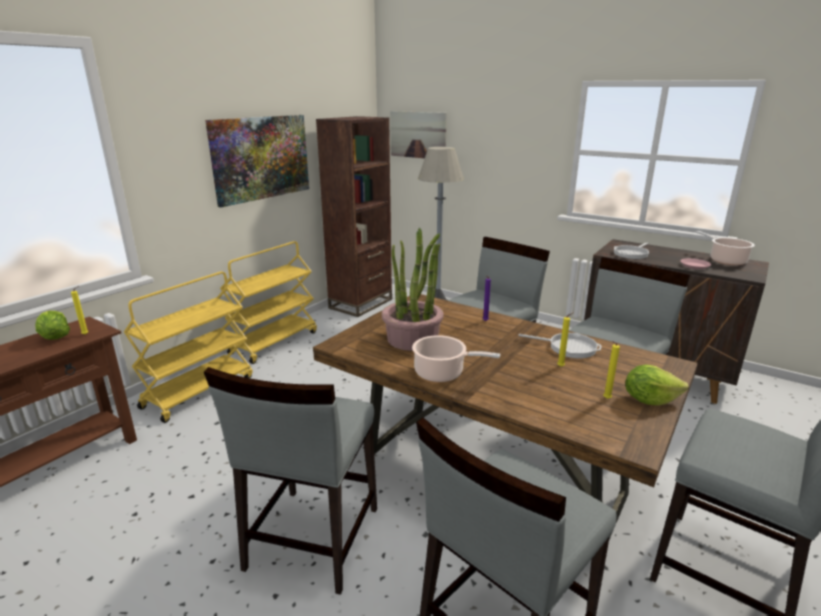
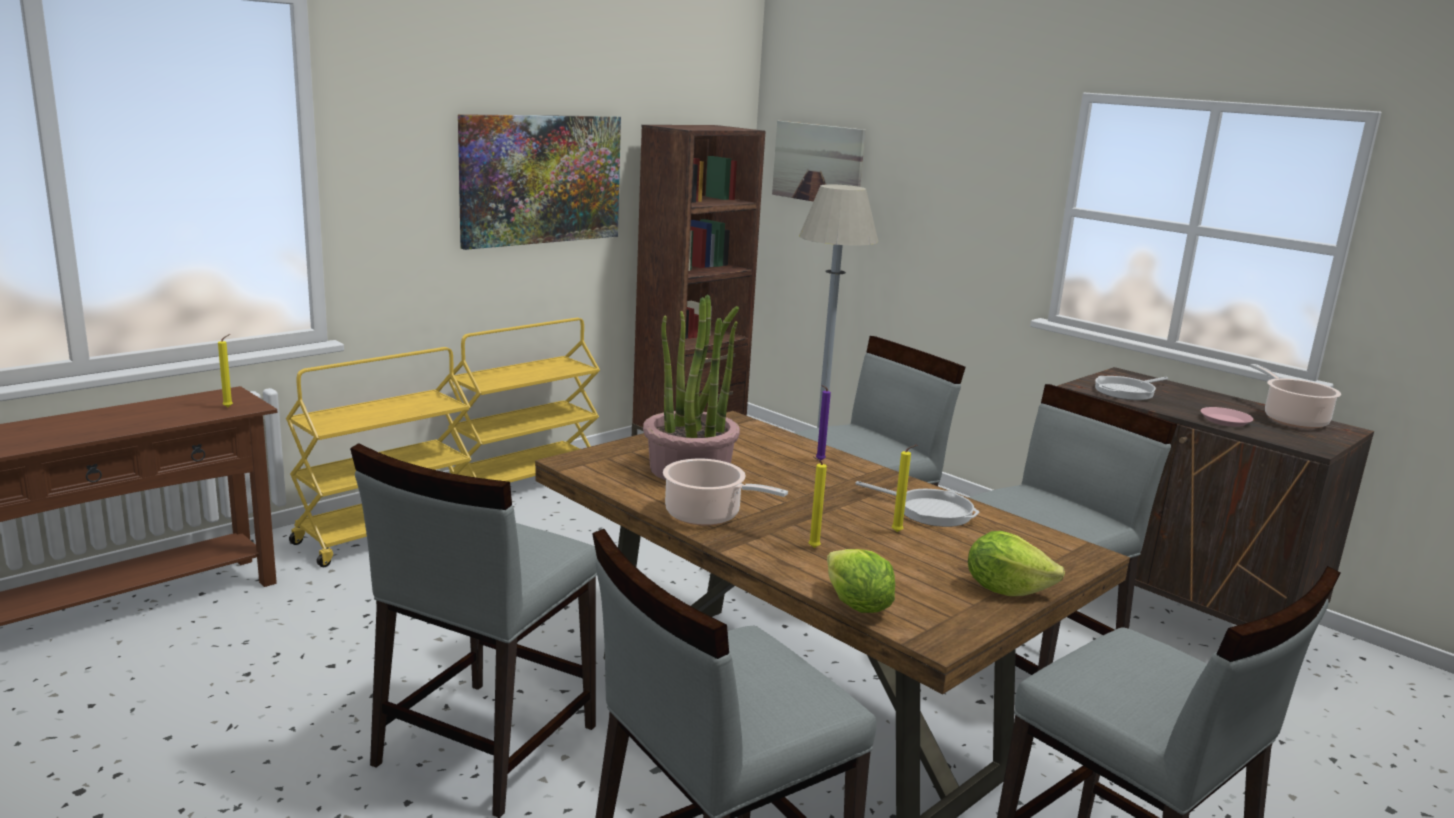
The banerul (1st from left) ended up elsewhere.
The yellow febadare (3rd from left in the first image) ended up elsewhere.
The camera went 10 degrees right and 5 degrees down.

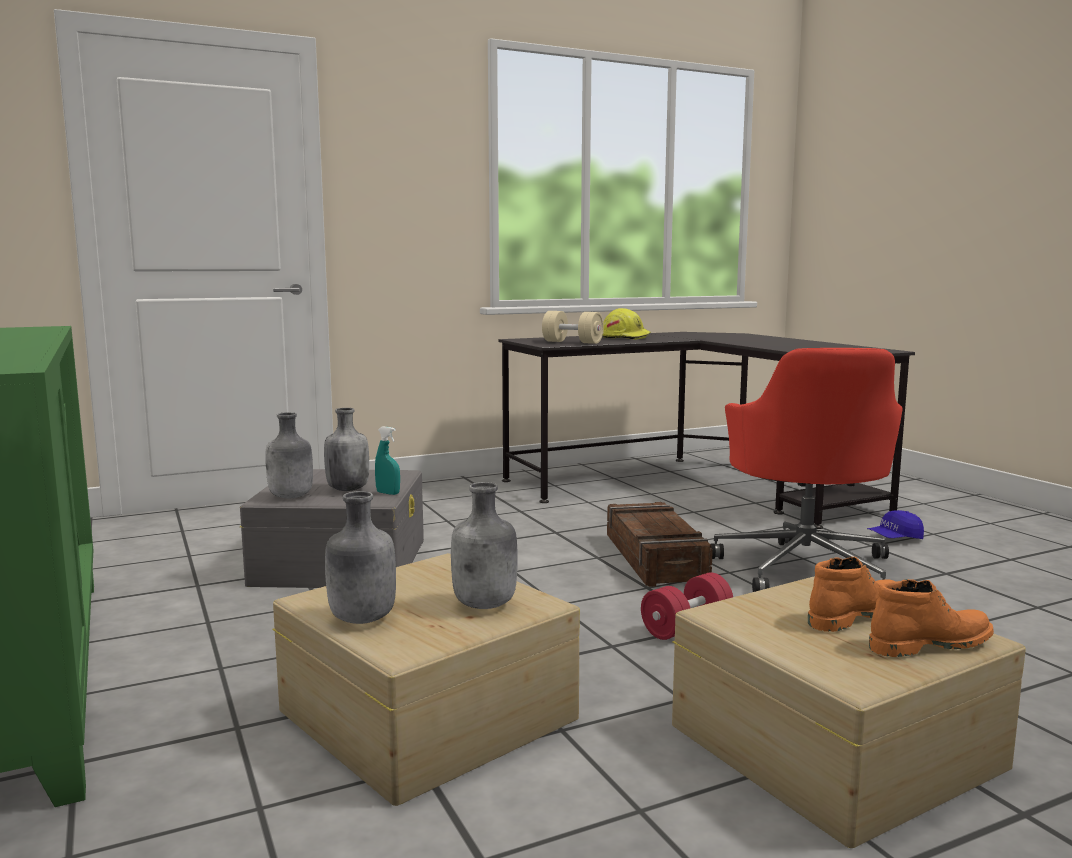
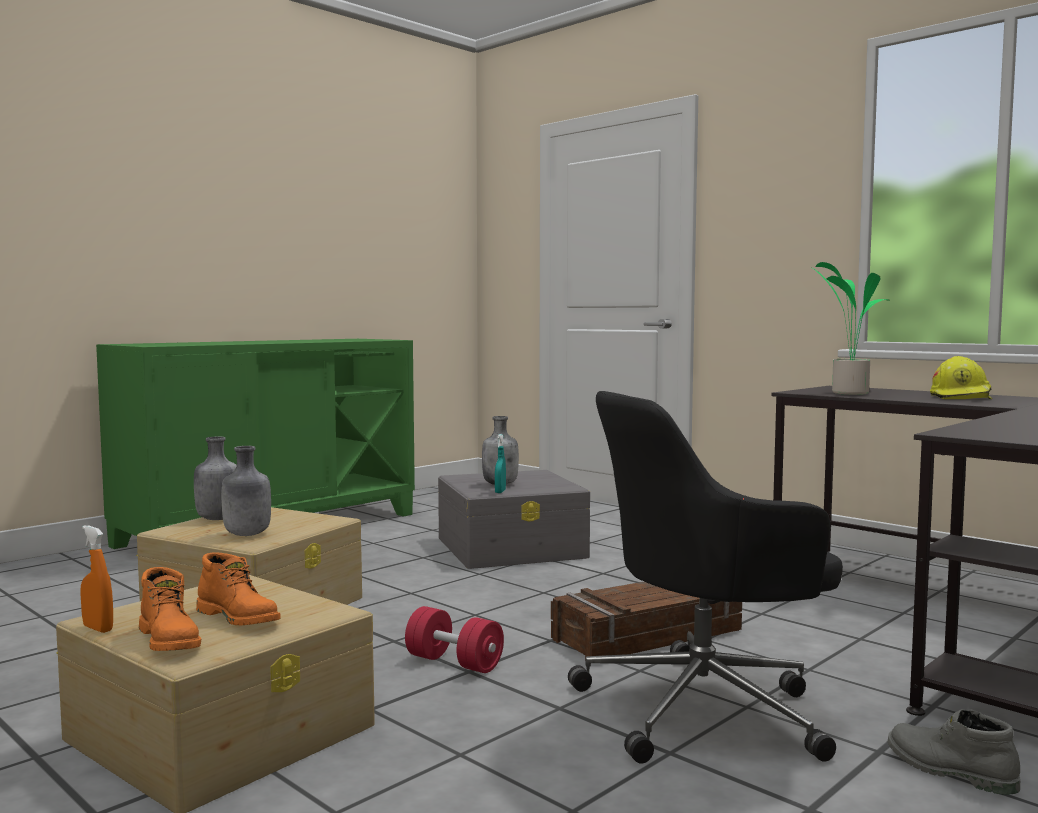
Where the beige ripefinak stood, the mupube came to stand.
What was the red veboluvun turned into the black veboluvun.
The second view lost the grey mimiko (1st from left).
Where the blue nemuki stood, the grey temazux came to stand.
The second view gained the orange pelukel.
The camera went 70 degrees right and 5 degrees down.

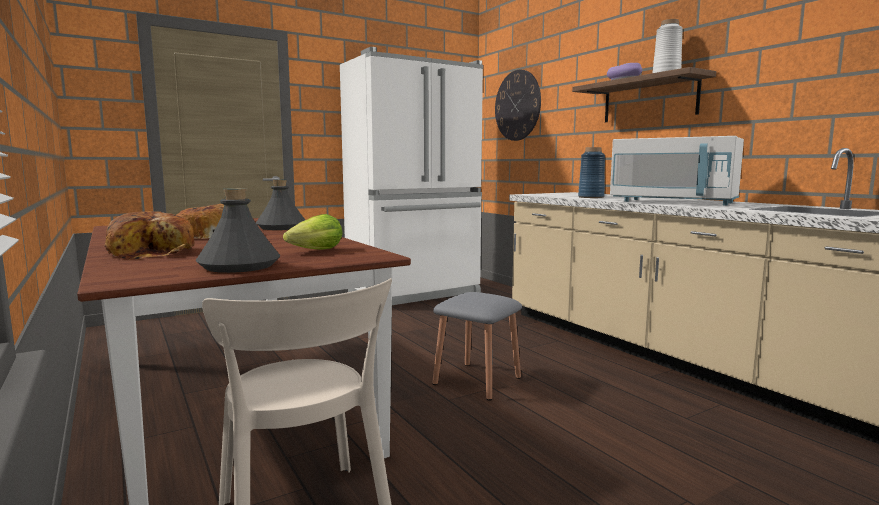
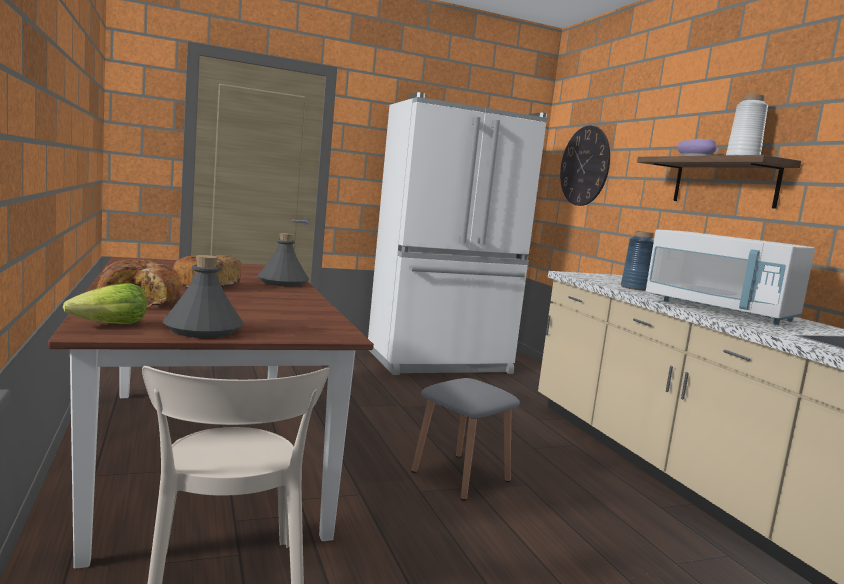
The banerul ended up elsewhere.
The camera went 10 degrees right and 0 degrees up.

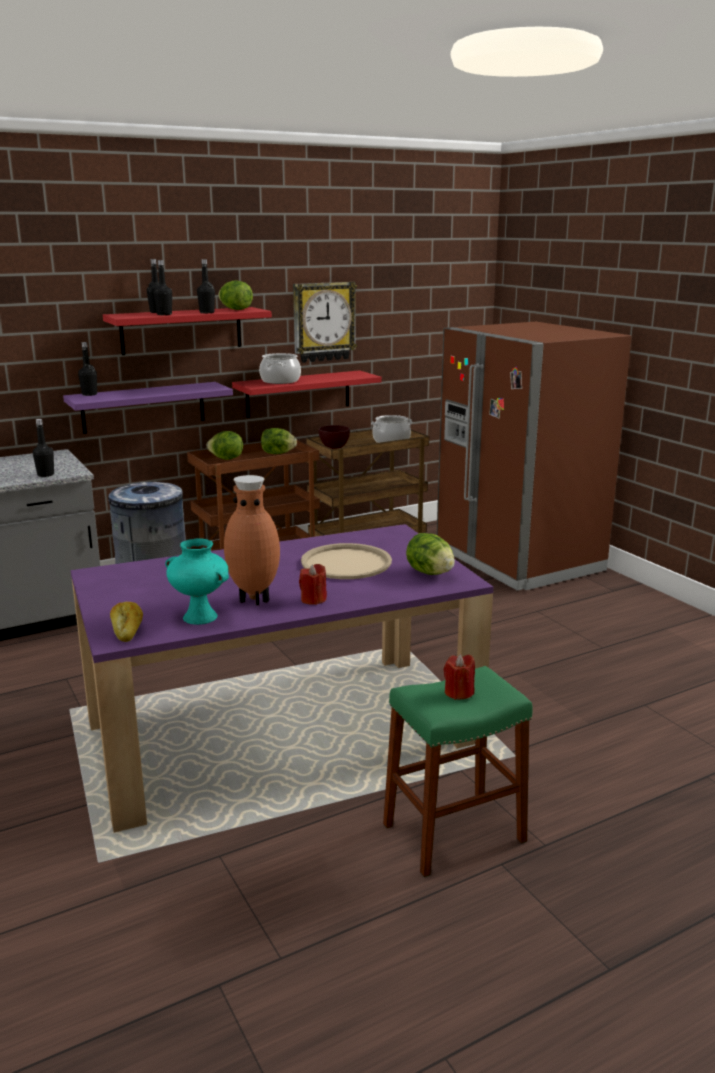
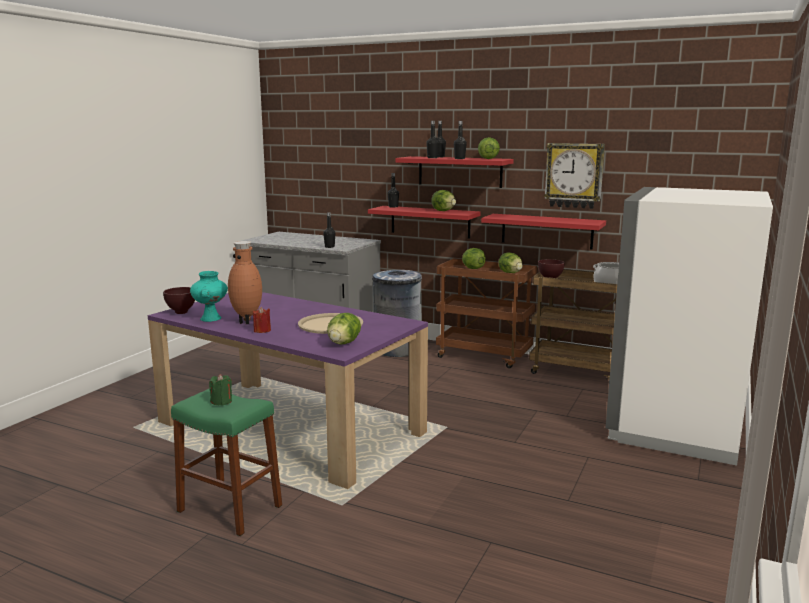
What was the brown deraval turned into the white deraval.
The second view lost the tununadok (1st from left).
What was the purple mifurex turned into the red mifurex (1st from left).
Where the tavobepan stood, the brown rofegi (1st from left) came to stand.
What was the red febadare (2nd from left) turned into the green febadare.
The second view gained the banerul (2nd from left).
The camera went 55 degrees right and 5 degrees down.

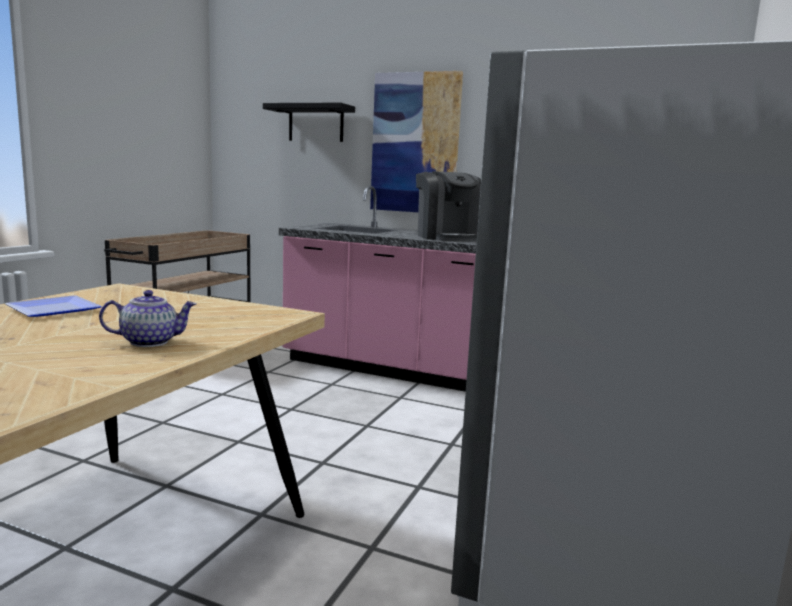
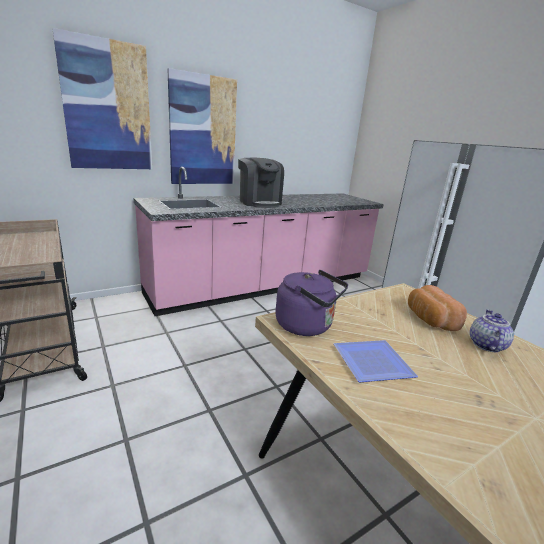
Where the black mifurex hung, the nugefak (1st from left) came to hang.
The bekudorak ended up facing another way, 45 degrees clockwise from before.
The second view gained the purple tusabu.
The second view gained the tavobepan.
The camera went 55 degrees left and 10 degrees up.

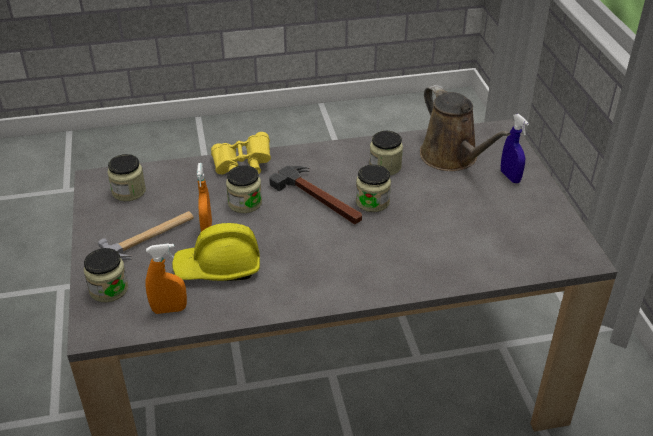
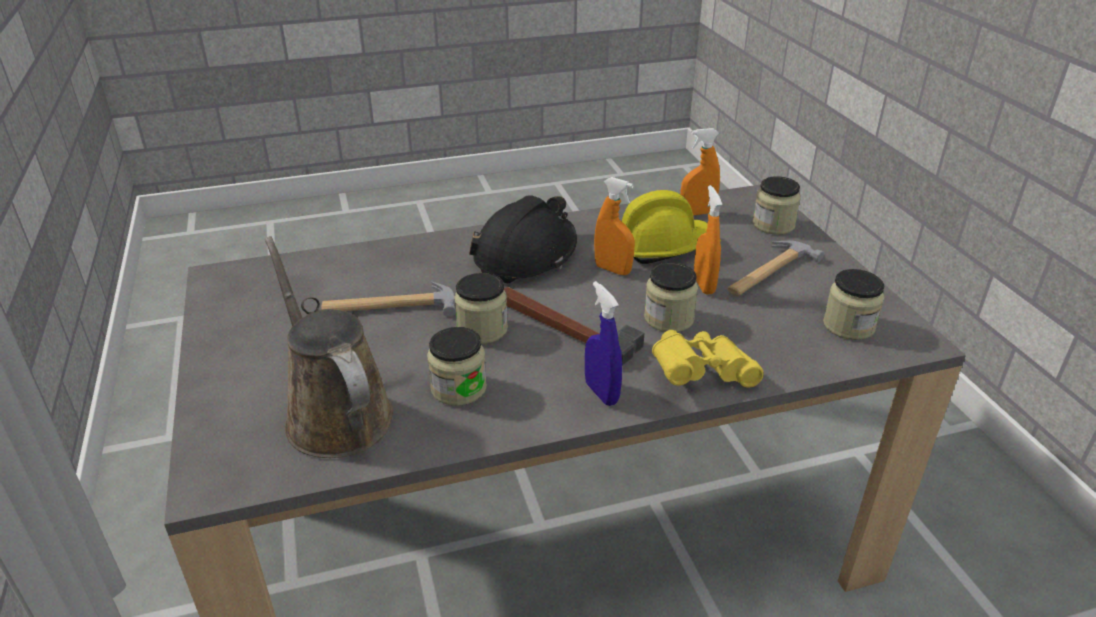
The blue pelukel ended up elsewhere.
The second view gained the orange pelukel (1st from left).
The second view gained the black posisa.
The second view gained the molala (1st from left).
The camera went 175 degrees right and 5 degrees down.

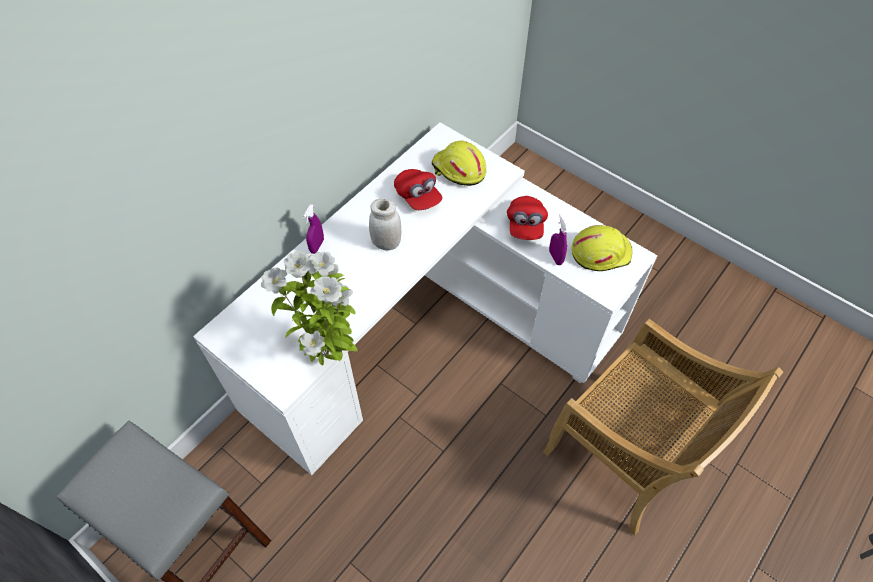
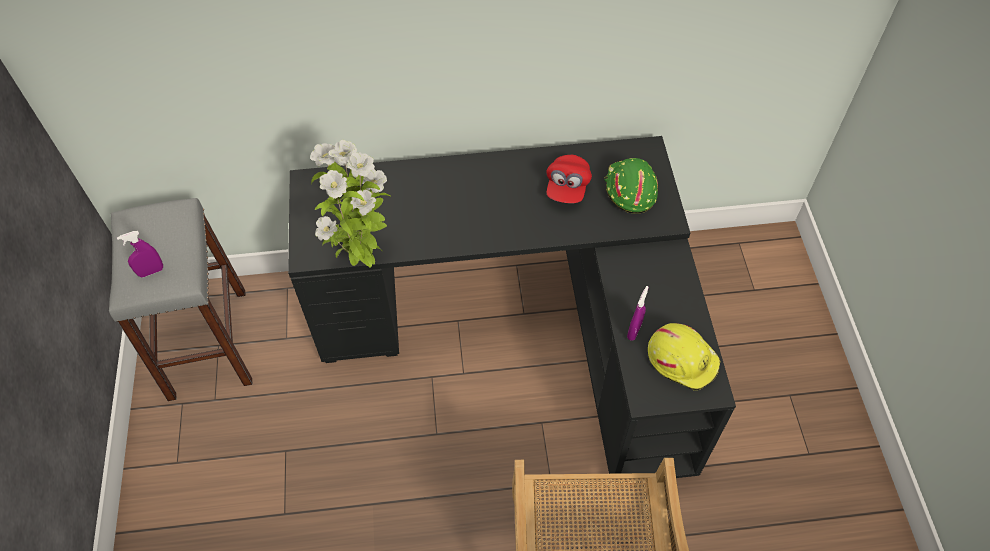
What was the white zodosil turned into the black zodosil.
What was the yellow posisa (1st from left) turned into the green posisa.
The second view lost the red nemuki (2nd from left).
The second view lost the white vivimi.
The purple pelukel (1st from left) ended up elsewhere.
The camera went 45 degrees right and 0 degrees up.

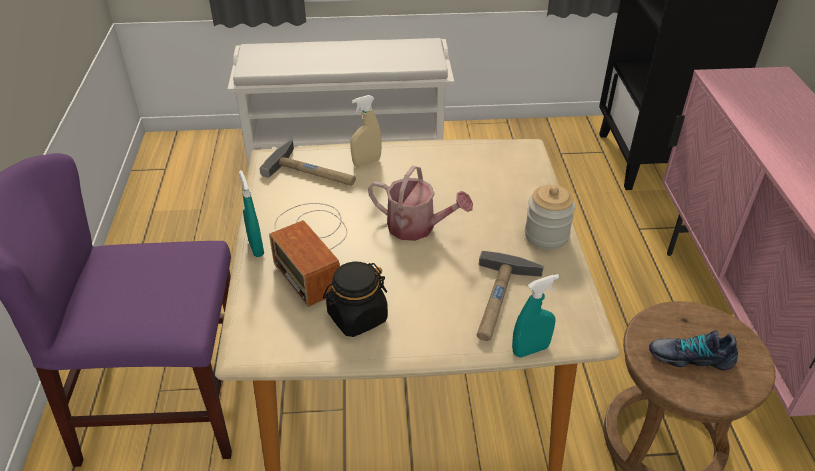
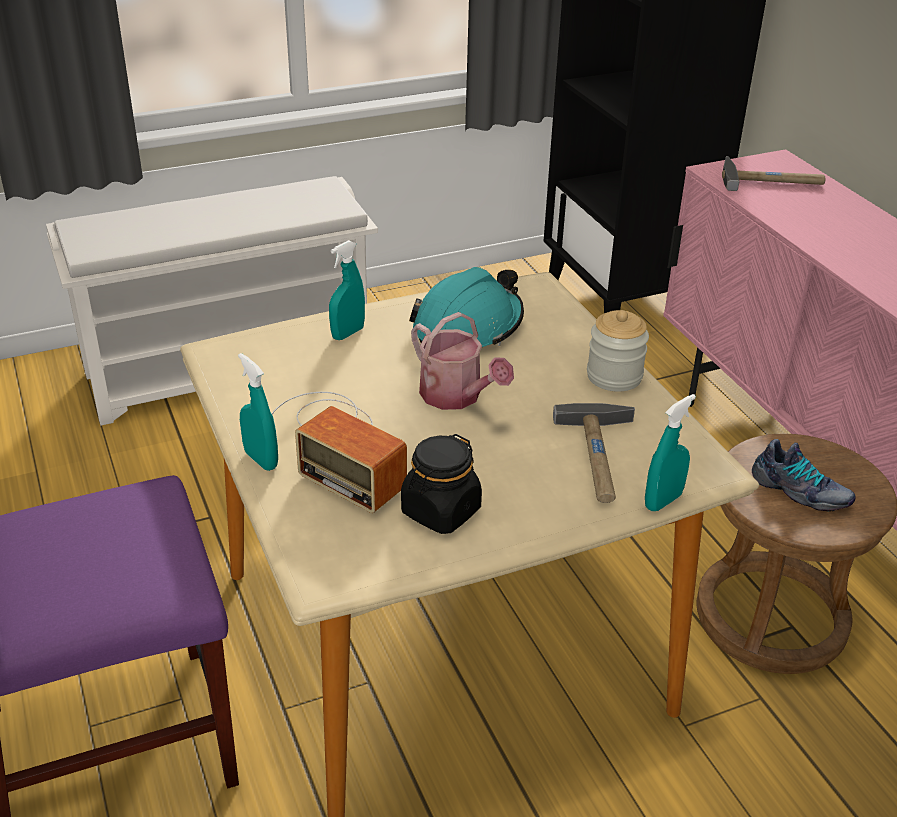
What was the beige pelukel turned into the turquoise pelukel (2nd from left).
The molala (1st from left in the first image) ended up elsewhere.
The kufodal ended up facing another way, 45 degrees clockwise from before.
The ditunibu ended up facing another way, 135 degrees counterclockwise from before.
The second view gained the turquoise posisa.
The camera went 20 degrees left and 5 degrees down.

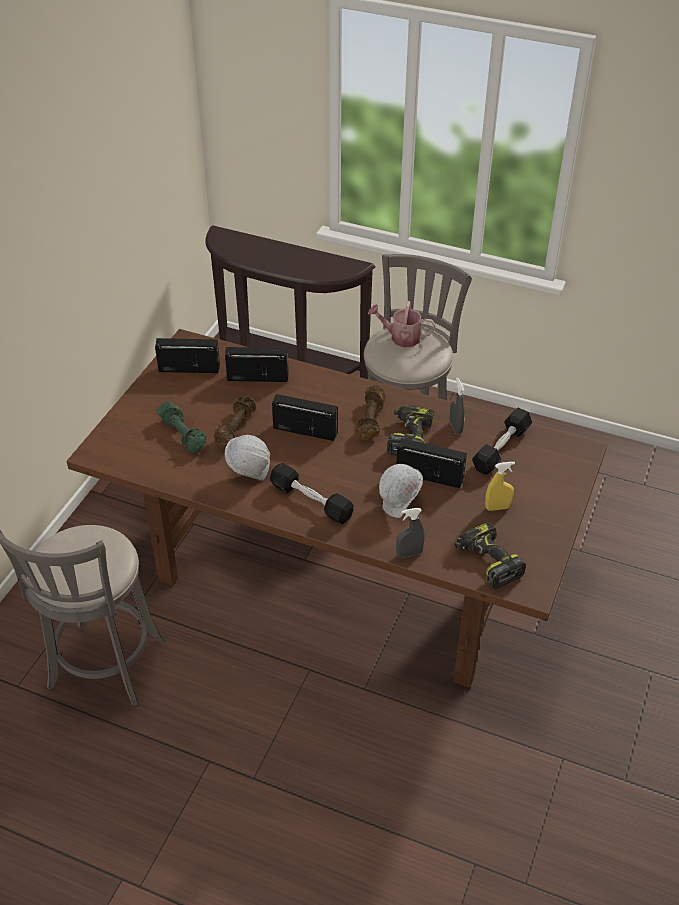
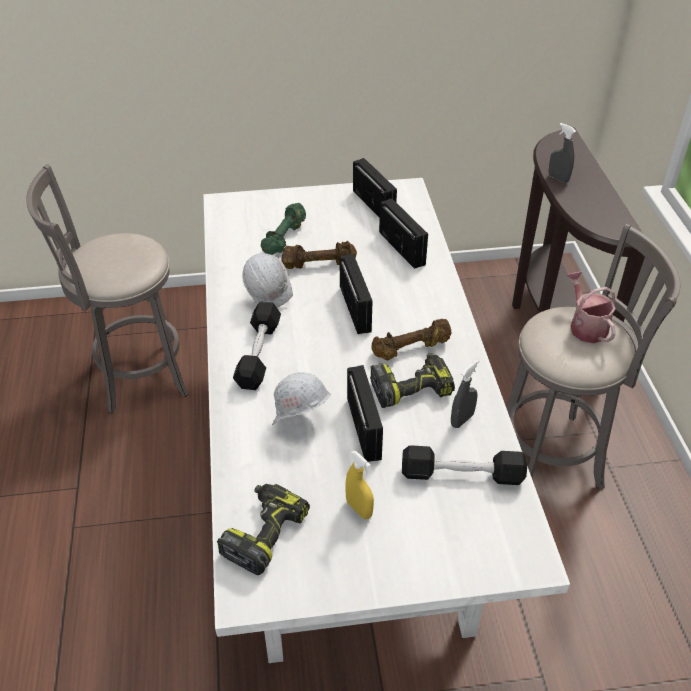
What was the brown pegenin turned into the white pegenin.
The grey pelukel (1st from left in the first image) ended up elsewhere.
The camera went 60 degrees right and 0 degrees up.

